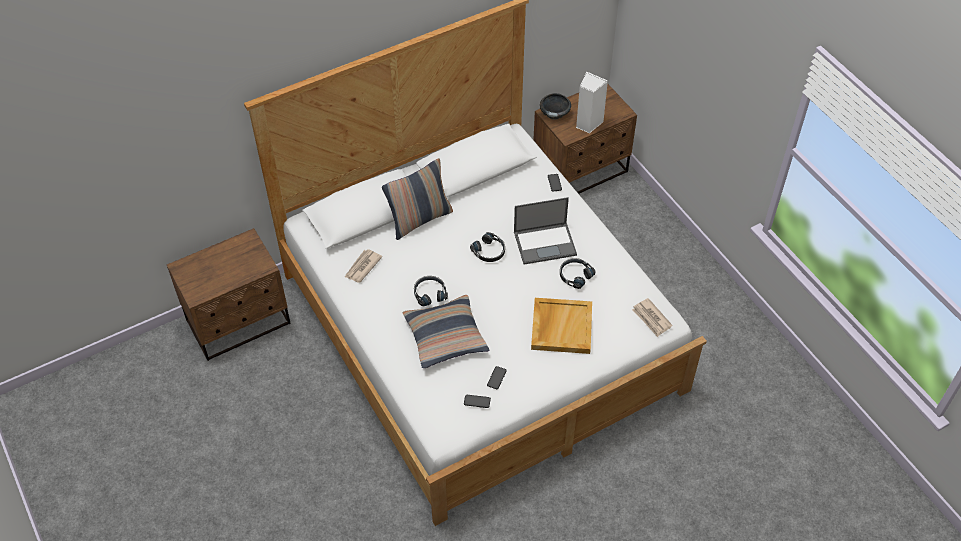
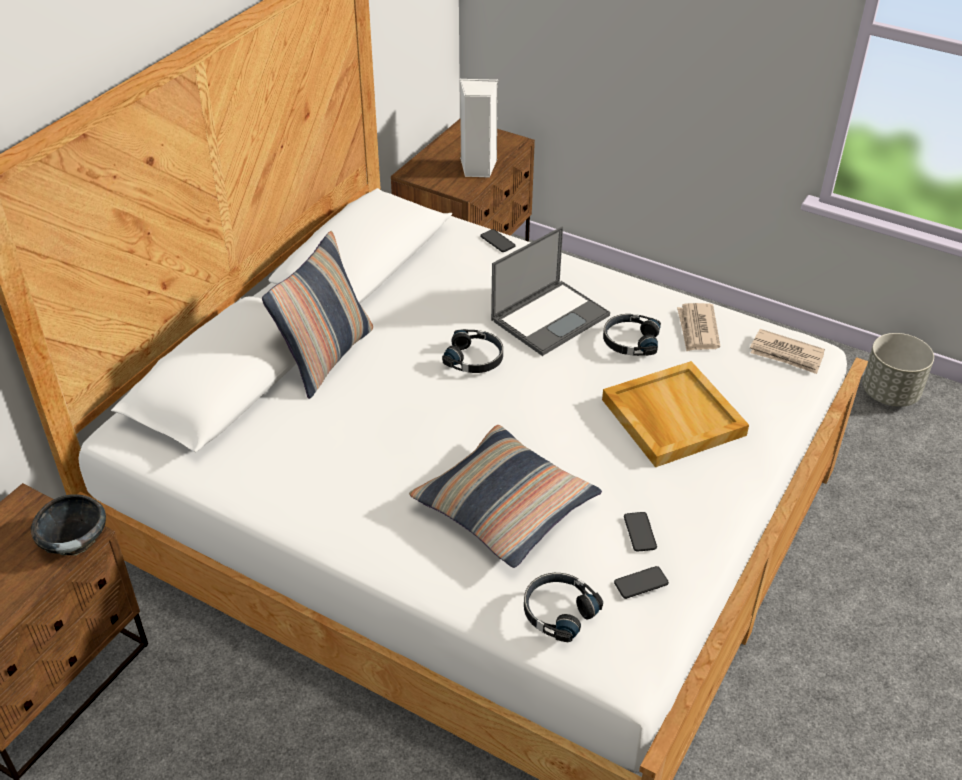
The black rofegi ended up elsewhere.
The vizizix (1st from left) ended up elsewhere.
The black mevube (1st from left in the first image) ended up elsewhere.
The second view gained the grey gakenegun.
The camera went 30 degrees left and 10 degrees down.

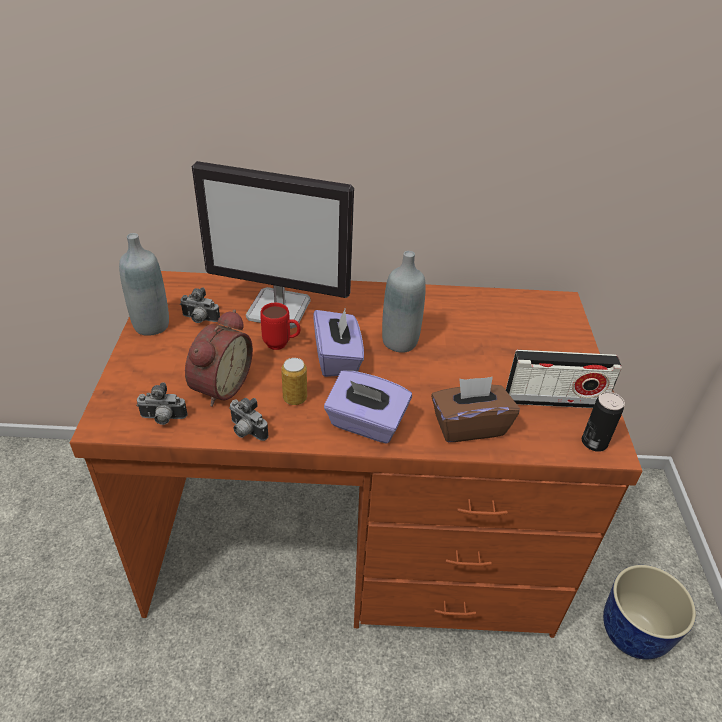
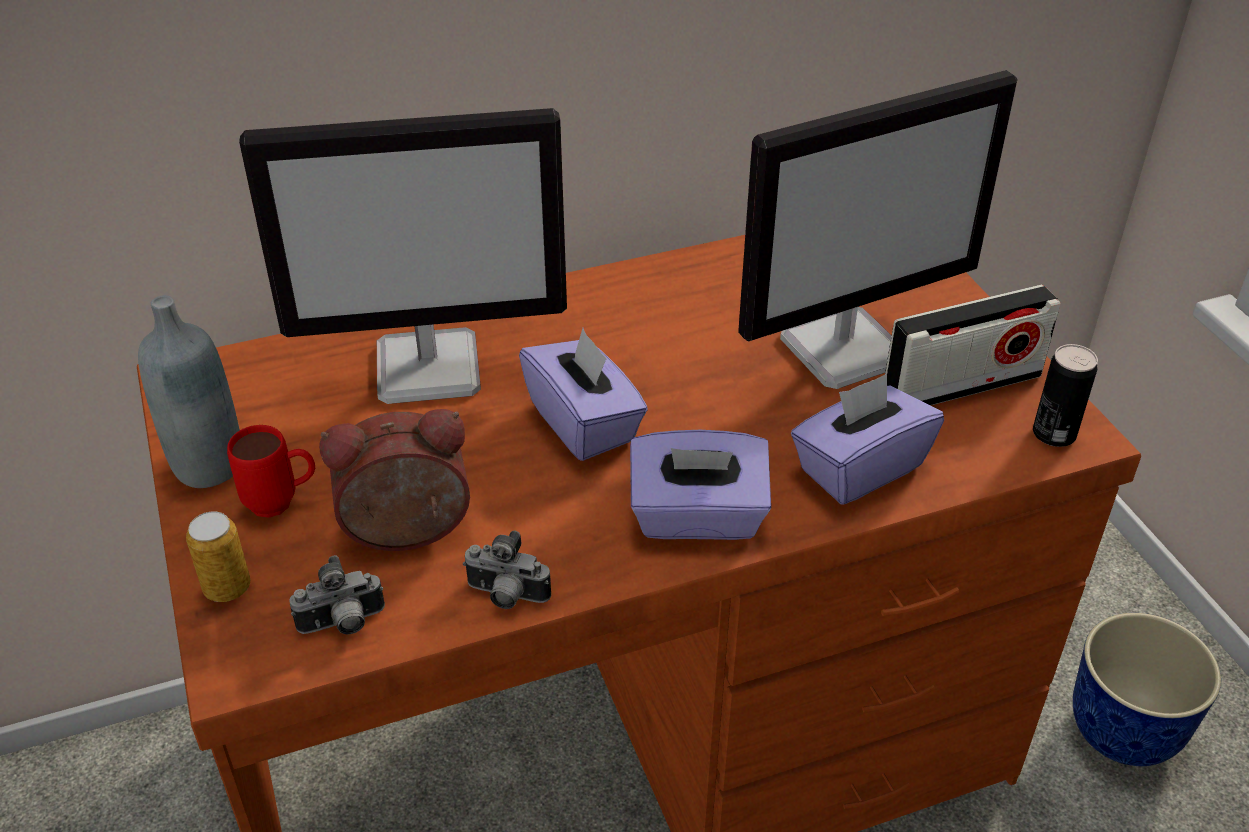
The second view lost the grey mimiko (2nd from left).
The second view lost the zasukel (2nd from left).
The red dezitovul ended up elsewhere.
The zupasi ended up facing another way, 105 degrees counterclockwise from before.
The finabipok (1st from left) ended up elsewhere.
What was the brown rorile turned into the purple rorile (3rd from left).
The second view gained the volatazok (2nd from left).
The camera went 20 degrees left and 0 degrees up.

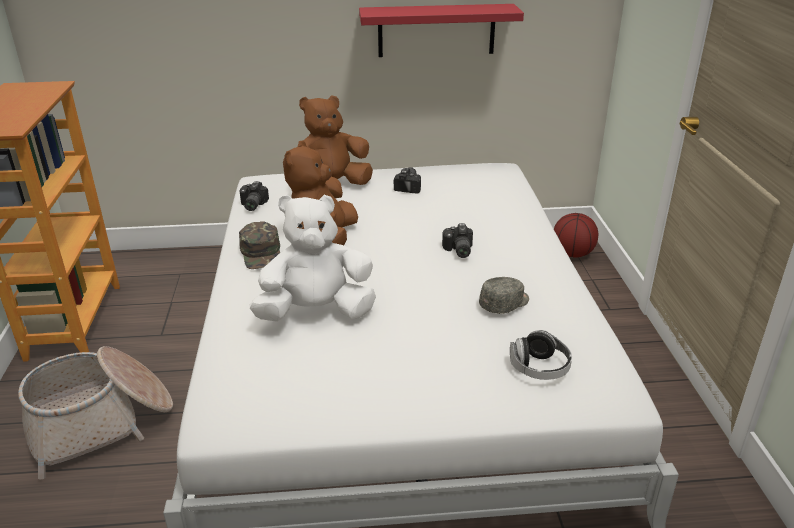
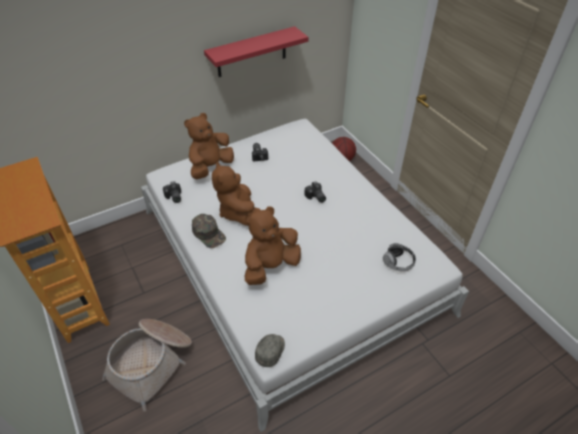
What was the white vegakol turned into the brown vegakol (3rd from left).
The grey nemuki ended up elsewhere.
The camera went 25 degrees left and 15 degrees up.

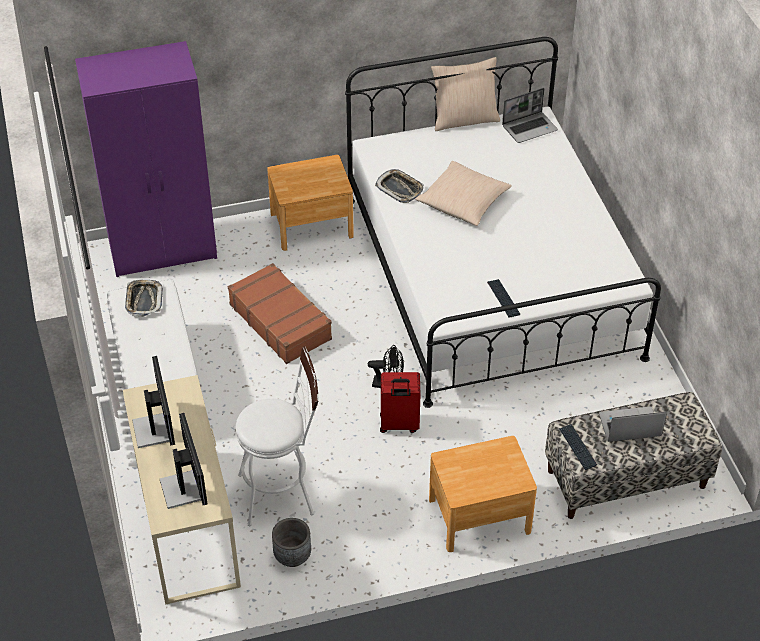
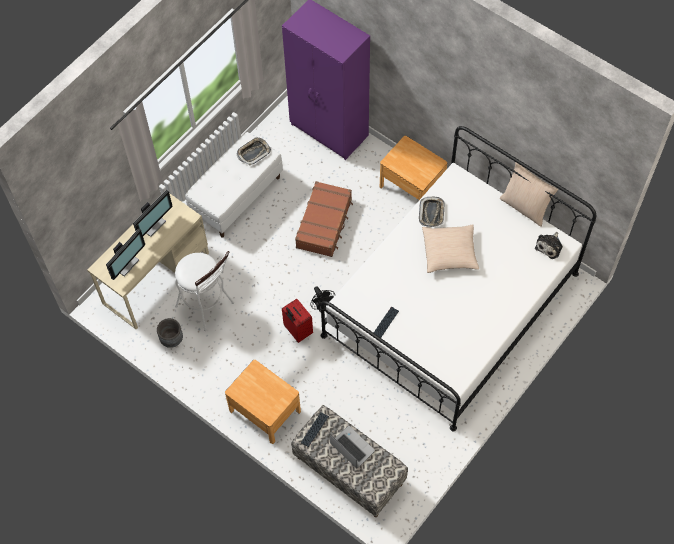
Where the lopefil (1st from left) stood, the vegakol came to stand.
The camera went 55 degrees right and 15 degrees up.

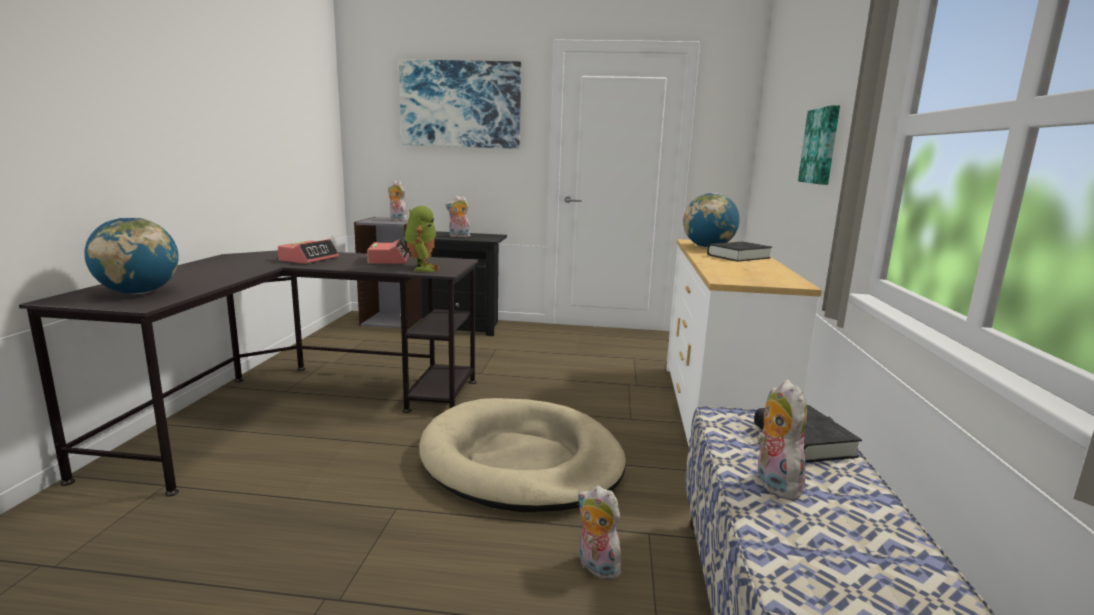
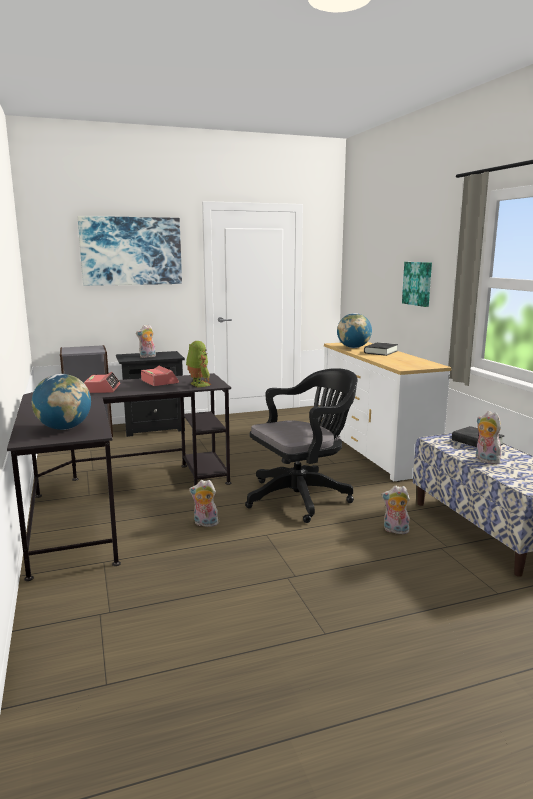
The vegakol (1st from left in the first image) ended up elsewhere.
Where the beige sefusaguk stood, the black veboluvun came to stand.
The camera went 25 degrees left and 0 degrees up.

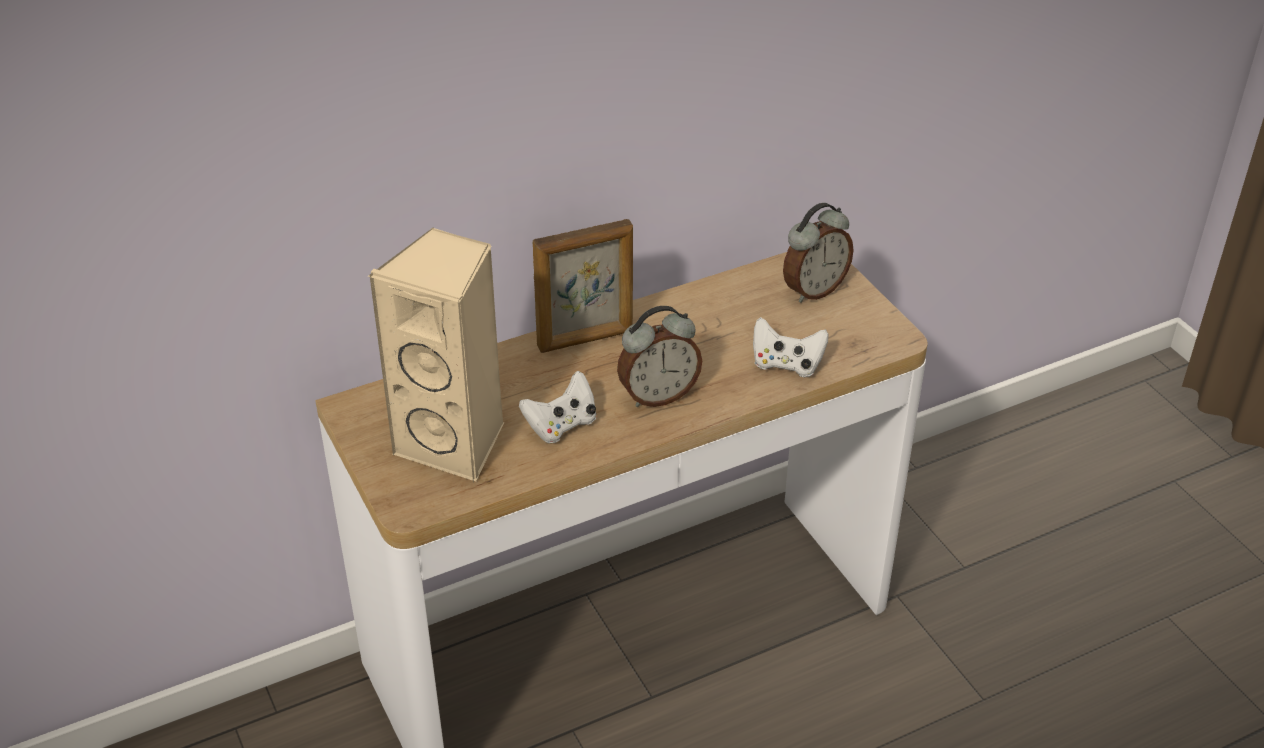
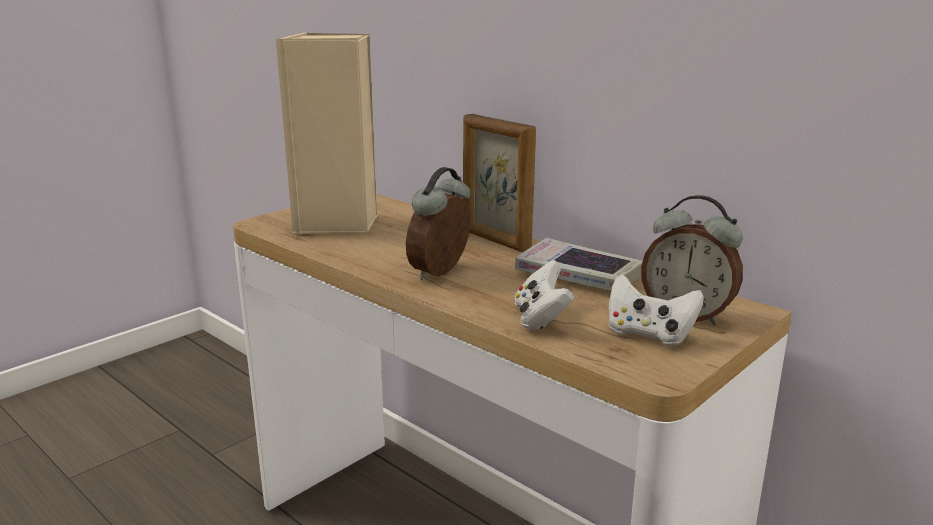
The zupasi (1st from left) ended up facing another way, 75 degrees clockwise from before.
The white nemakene (1st from left in the first image) ended up elsewhere.
The second view gained the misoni.
The camera went 70 degrees right and 20 degrees down.

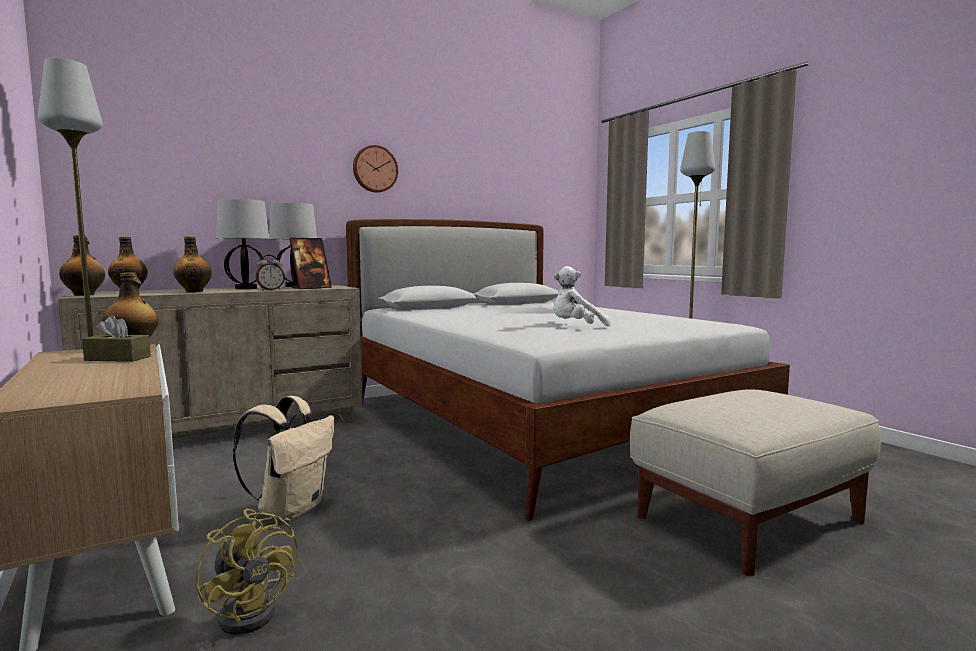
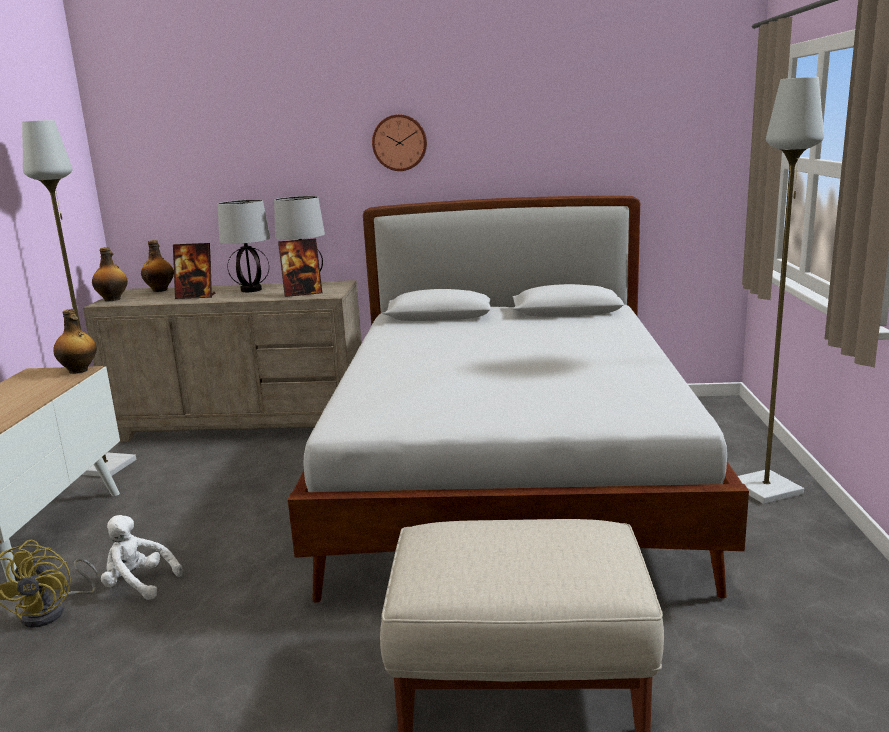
Where the mimiko (4th from left) stood, the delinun (1st from left) came to stand.
The second view lost the zupasi.
The white vegakol ended up elsewhere.
The second view lost the brown rorile.
The second view lost the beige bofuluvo.
The camera went 35 degrees right and 10 degrees up.

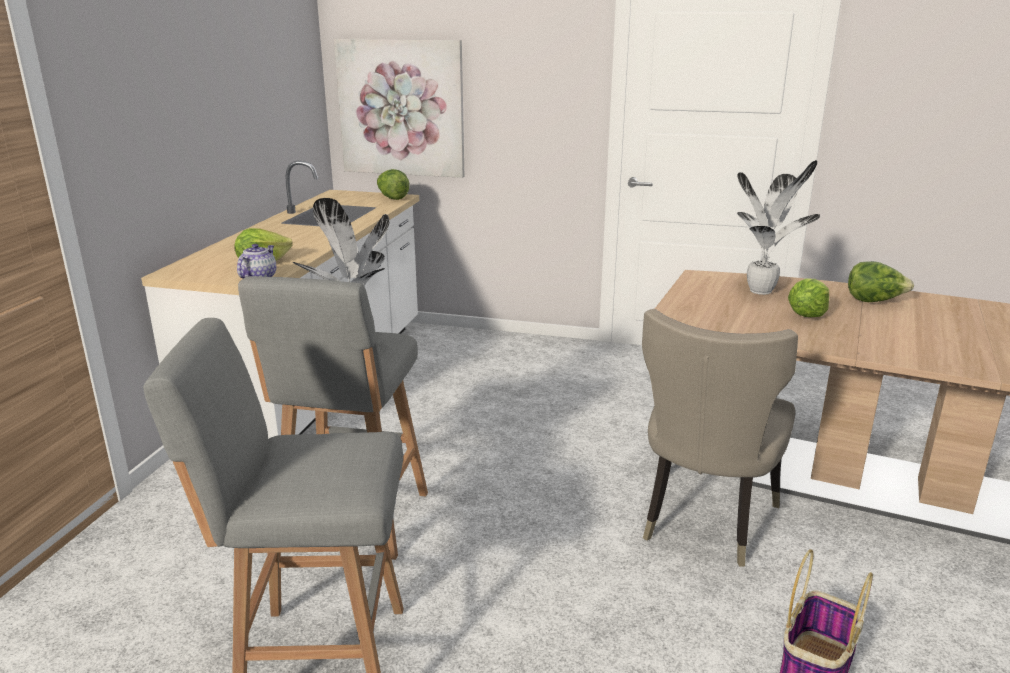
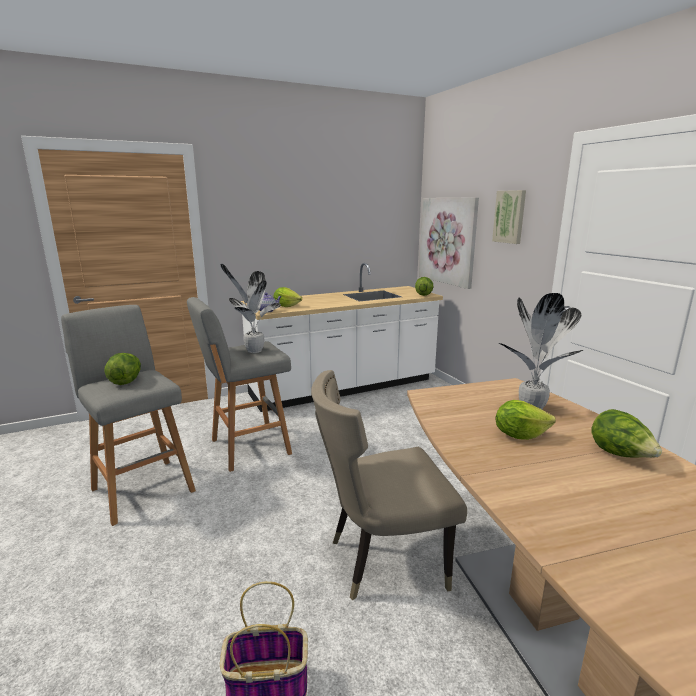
The second view gained the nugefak (2nd from left).
The second view gained the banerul (1st from left).
The camera went 50 degrees right and 5 degrees down.

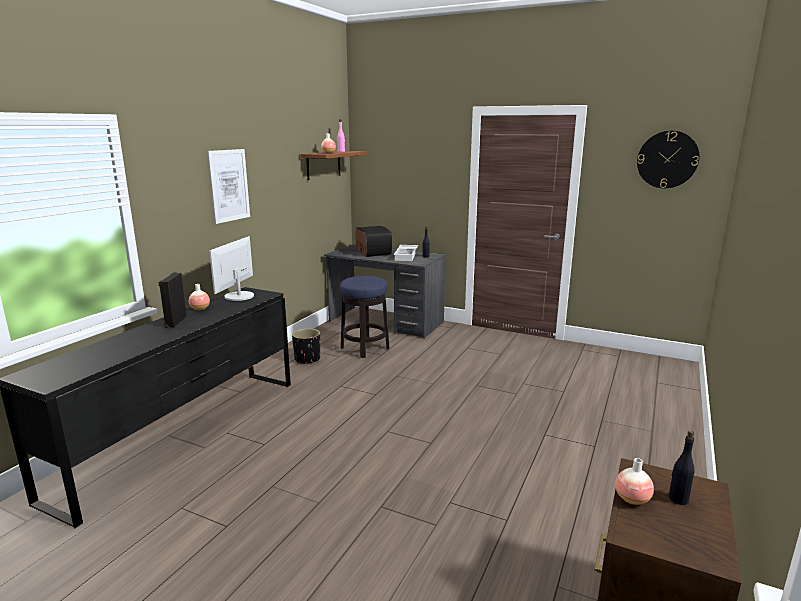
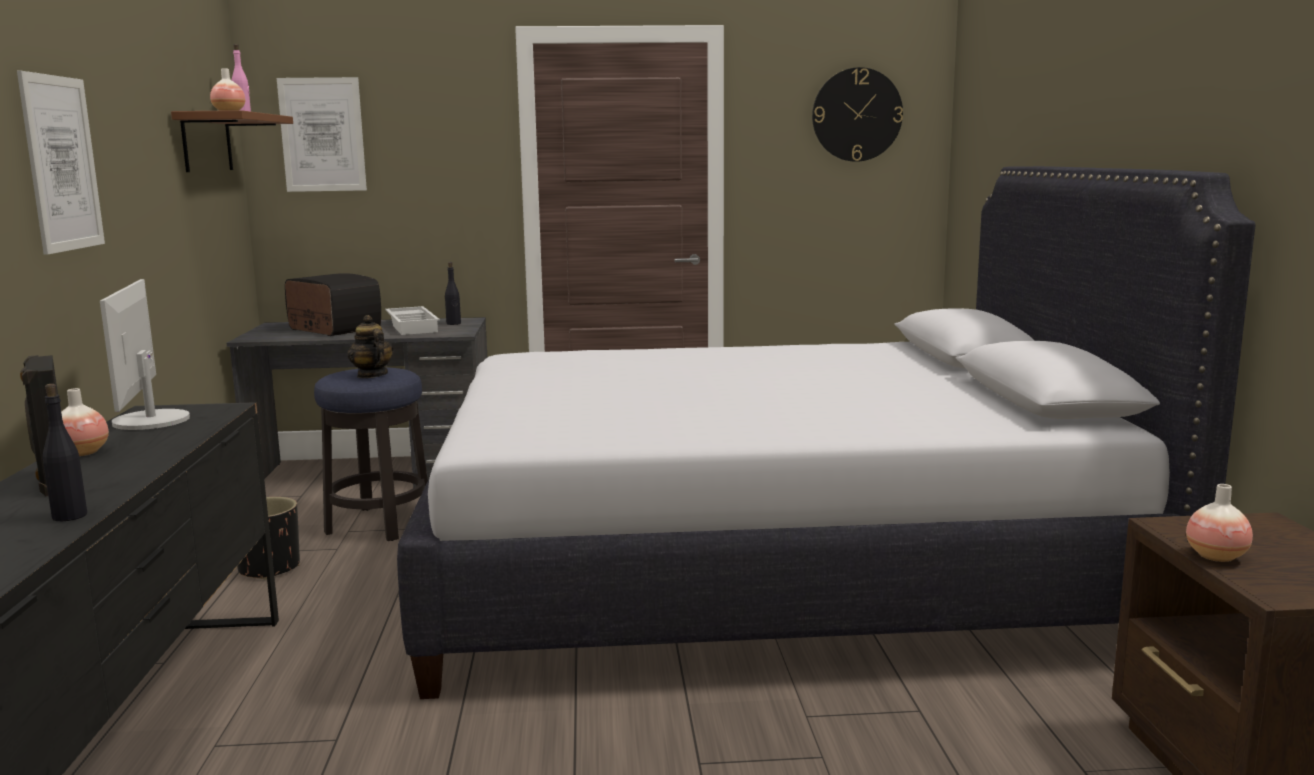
The black mimiko (2nd from left in the first image) ended up elsewhere.
The second view gained the nugefak (2nd from left).
The second view gained the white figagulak.
The second view gained the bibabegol.
The camera went 30 degrees left and 5 degrees down.

